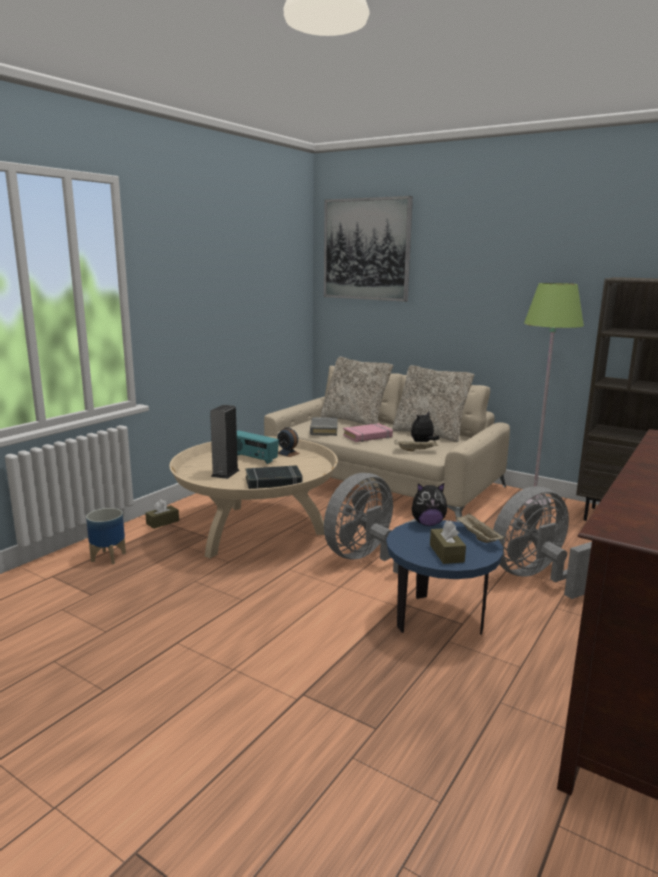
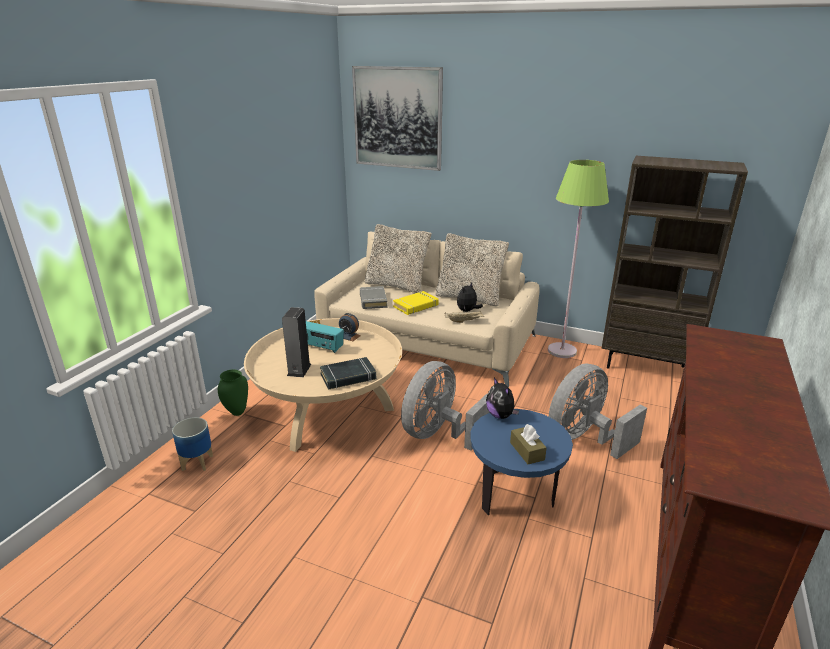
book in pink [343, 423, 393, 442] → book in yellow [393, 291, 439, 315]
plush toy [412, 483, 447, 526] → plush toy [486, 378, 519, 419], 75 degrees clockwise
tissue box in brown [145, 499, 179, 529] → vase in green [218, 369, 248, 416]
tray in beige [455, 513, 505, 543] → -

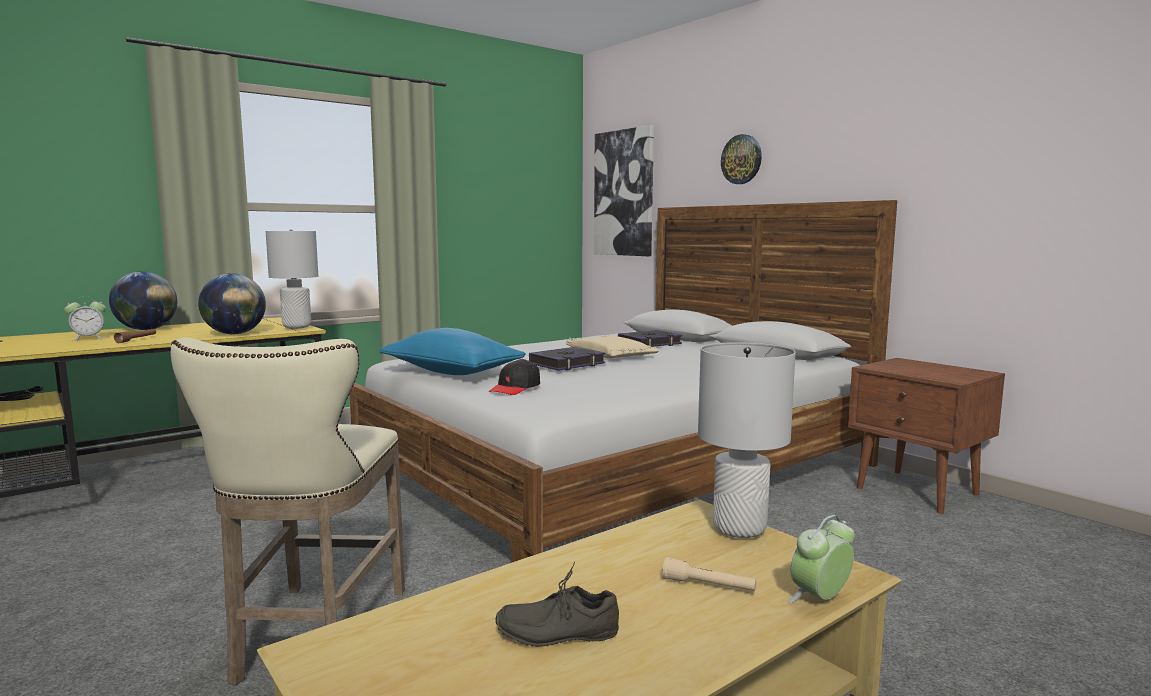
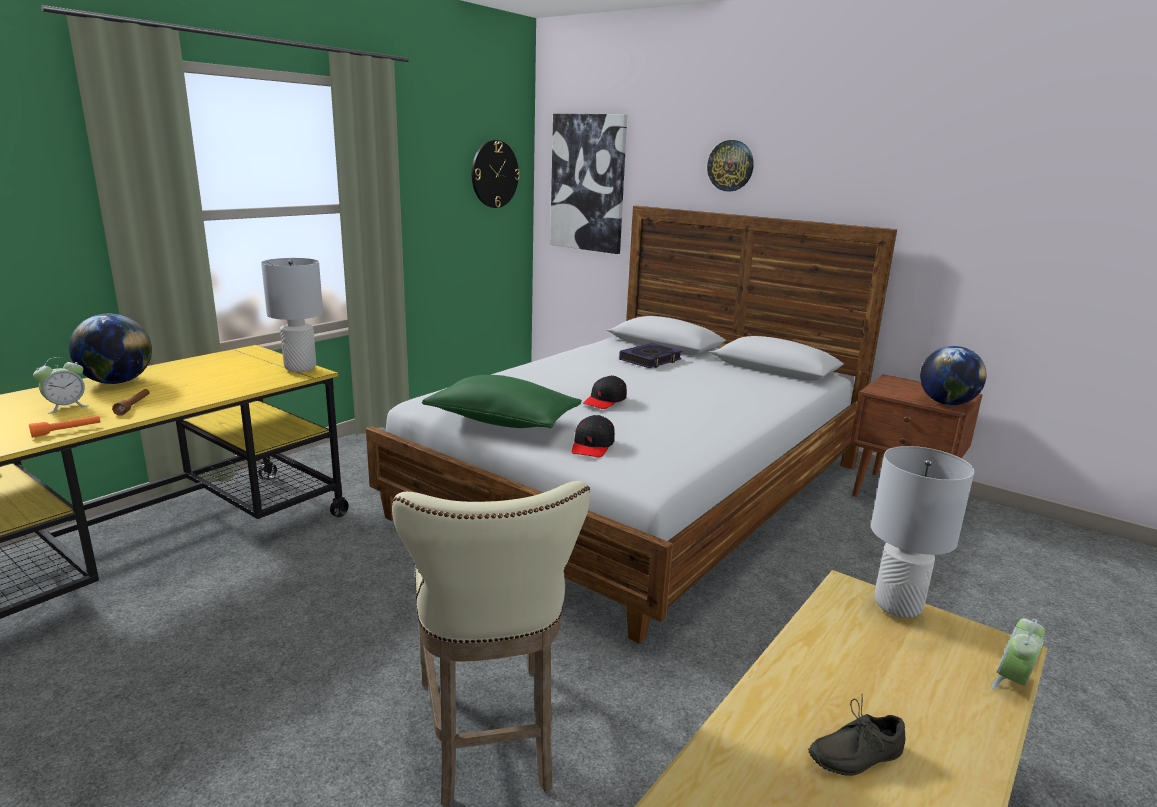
globe [198, 273, 266, 334] → globe [920, 346, 987, 405], moved
pillow in blue [379, 328, 526, 375] → pillow in green [422, 375, 582, 428]
pillow in beige [566, 335, 659, 358] → -
book [529, 347, 605, 371] → cap in black [583, 375, 627, 409]
flashlight in beige [662, 557, 756, 591] → -
- → wall clock [472, 140, 520, 208]
- → flashlight in orange [29, 416, 101, 438]

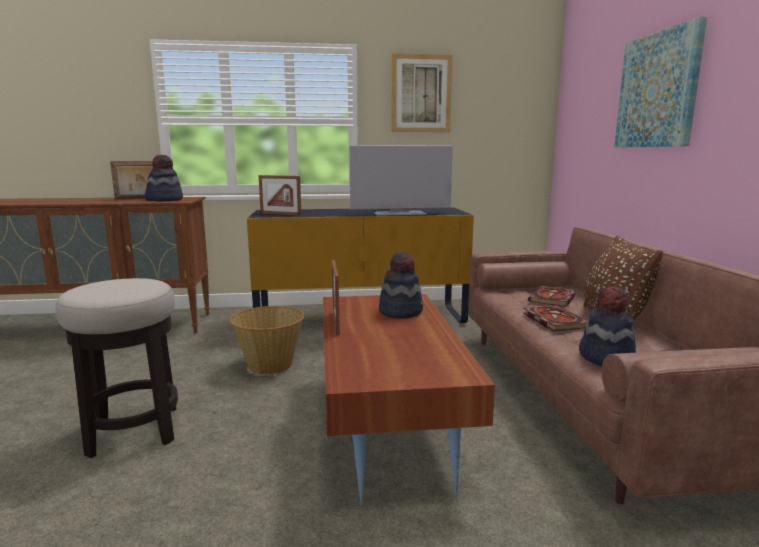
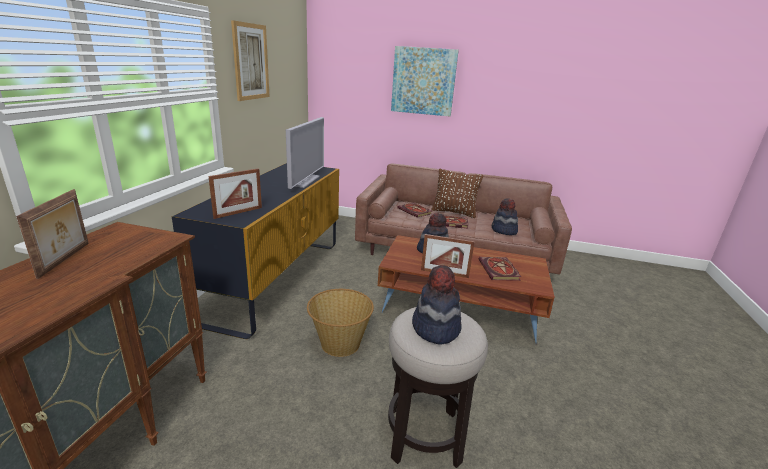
hat [144, 155, 183, 201] → hat [412, 266, 462, 344], moved
- → book [479, 257, 521, 281]

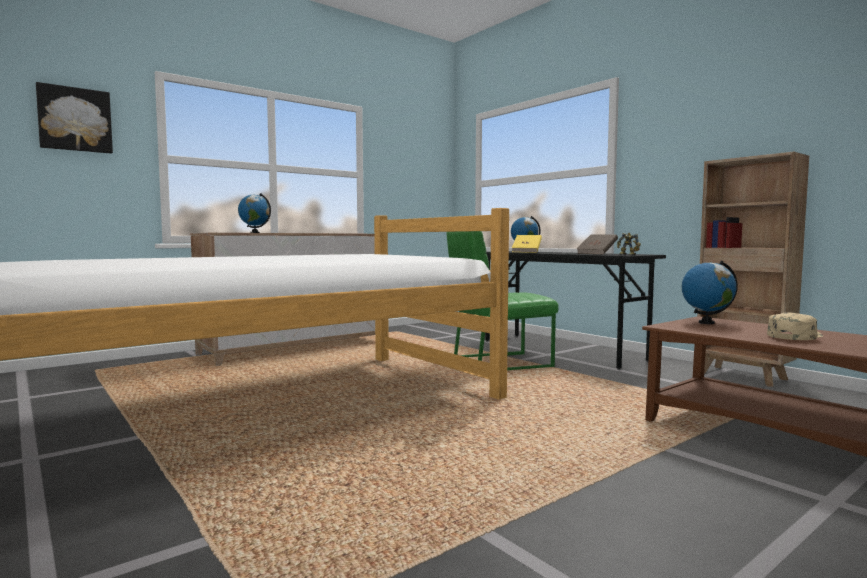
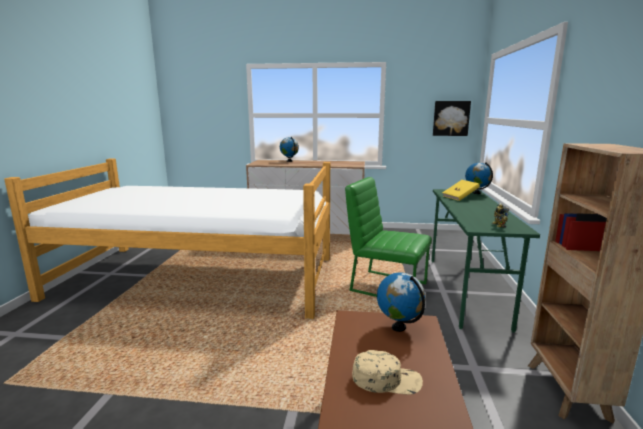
picture [36, 82, 113, 154] → picture [433, 101, 471, 136], moved
book in brown [577, 234, 618, 255] → -
desk in black [485, 251, 666, 370] → desk in green [431, 189, 540, 333]

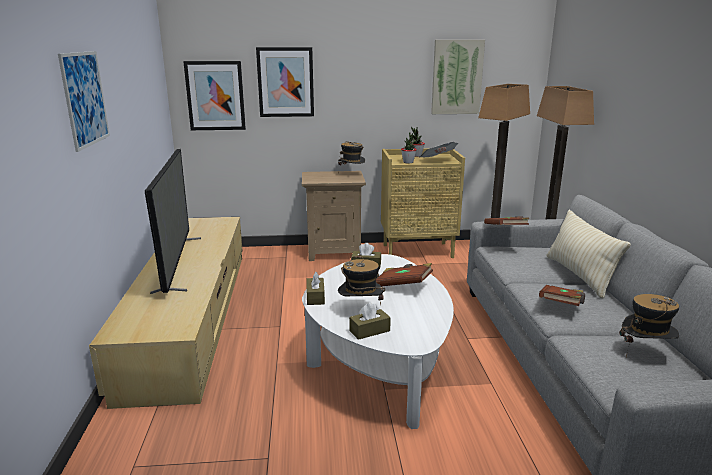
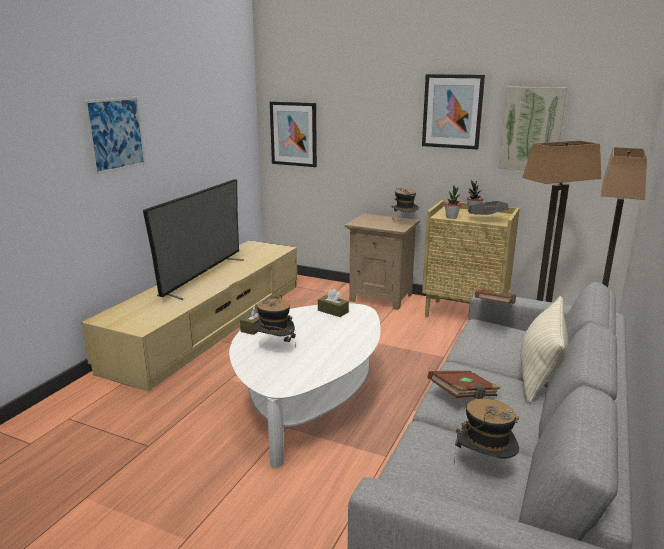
picture [256, 47, 314, 117] → picture [422, 74, 485, 150], moved
book in brown [376, 263, 433, 286] → -
tissue box in brown [349, 302, 391, 340] → -

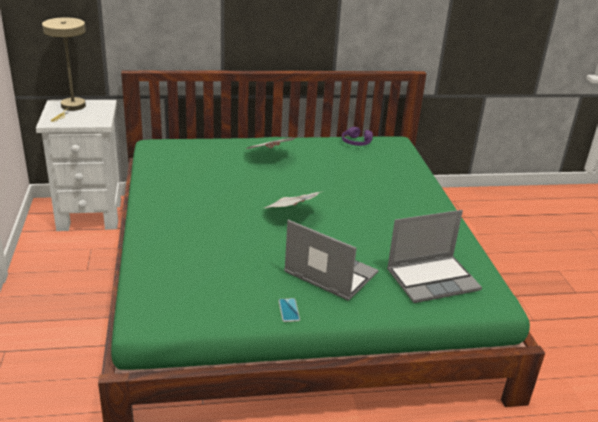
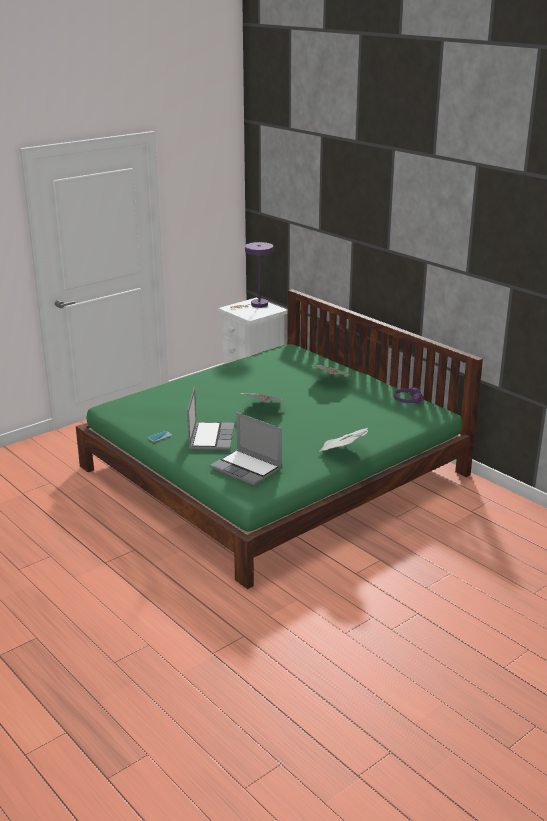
table lamp in beige [42, 17, 86, 122] → table lamp in purple [231, 242, 273, 308]
- → newspaper [320, 428, 368, 451]

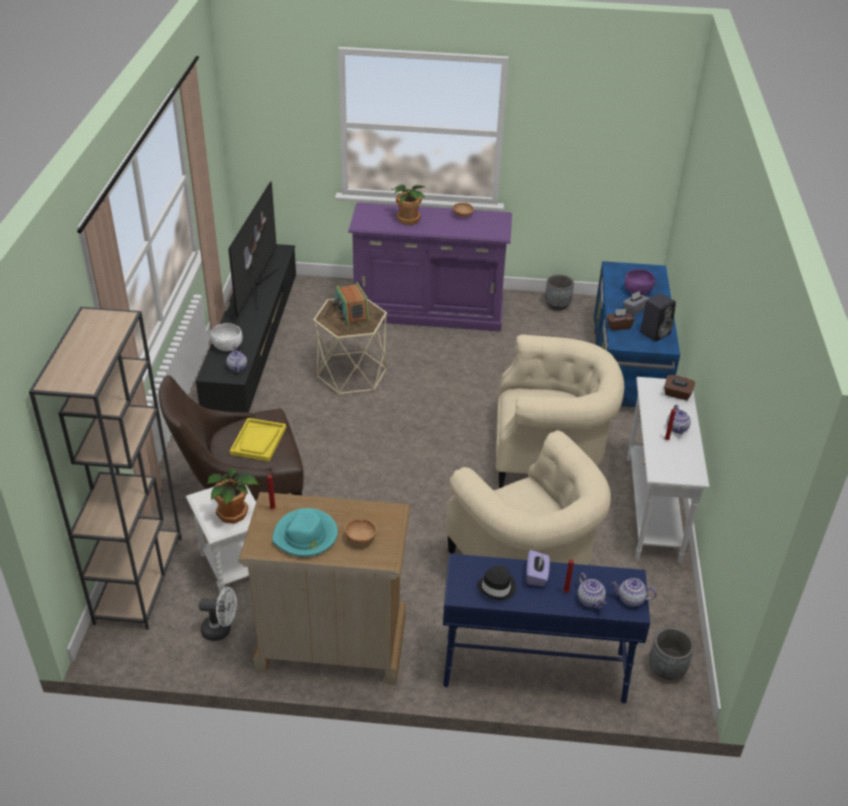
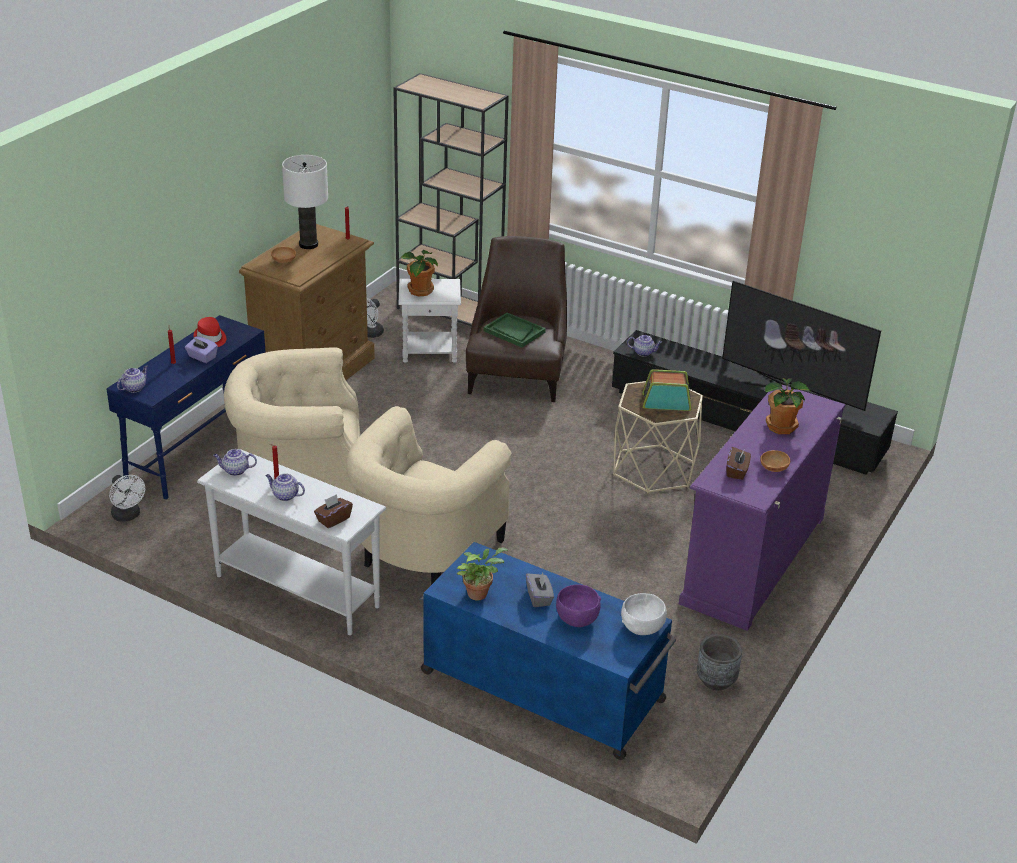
speaker in black [640, 293, 676, 341] → potted plant [457, 547, 508, 601]
tissue box in brown [606, 309, 635, 330] → tissue box in brown [726, 447, 751, 480], moved
bowl in white [211, 323, 243, 351] → bowl in white [621, 593, 667, 635], moved
tray in yellow [230, 418, 286, 461] → tray in green [483, 313, 546, 348]
hat in turquoise [272, 508, 338, 557] → table lamp in white [282, 155, 328, 249]
hat in black [477, 565, 516, 600] → hat in red [193, 317, 226, 347]
teapot [578, 573, 606, 609] → teapot [213, 449, 257, 476], moved
planter in grey [649, 627, 694, 680] → fan in white [109, 475, 145, 522]

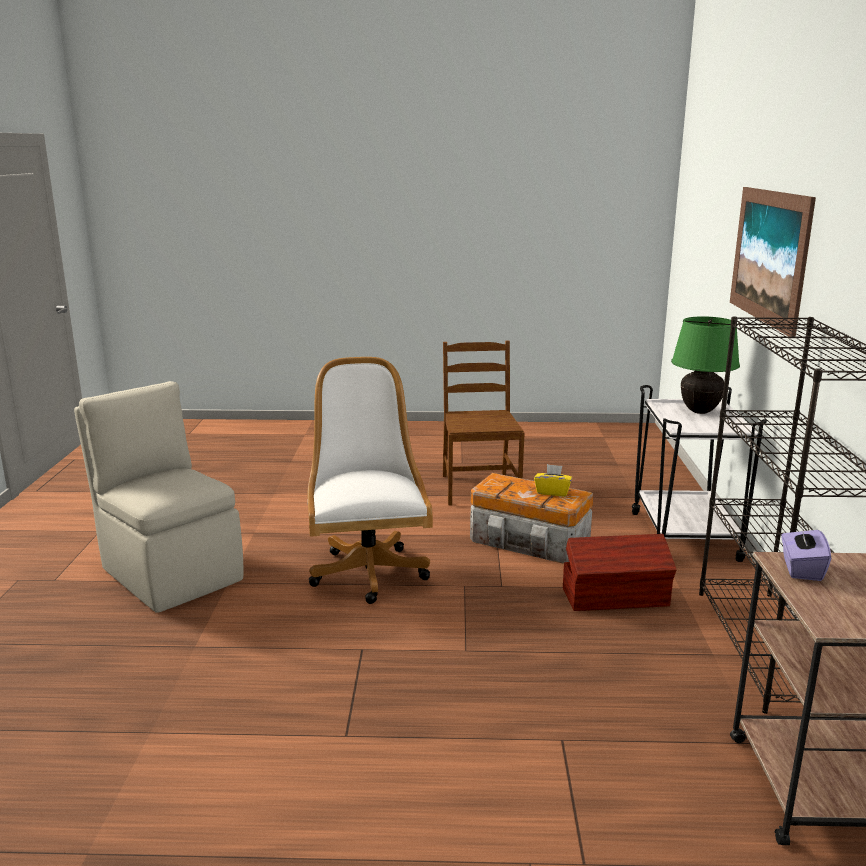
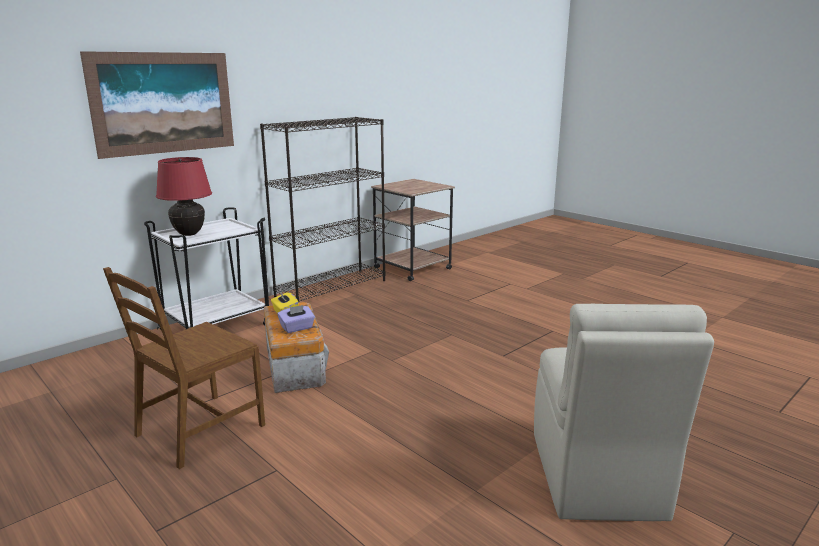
table lamp in green [671, 316, 740, 414] → table lamp in red [156, 157, 212, 236]
office chair in white [308, 357, 433, 604] → -
tissue box in purple [781, 521, 831, 581] → tissue box in purple [277, 305, 315, 333], moved
storage box in brown [563, 534, 677, 611] → -

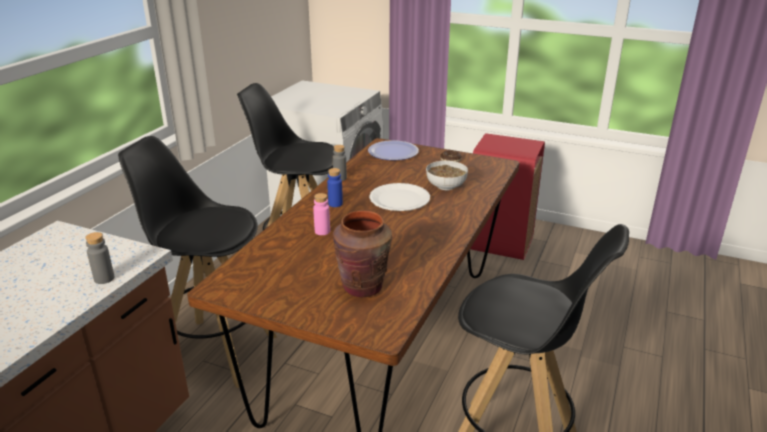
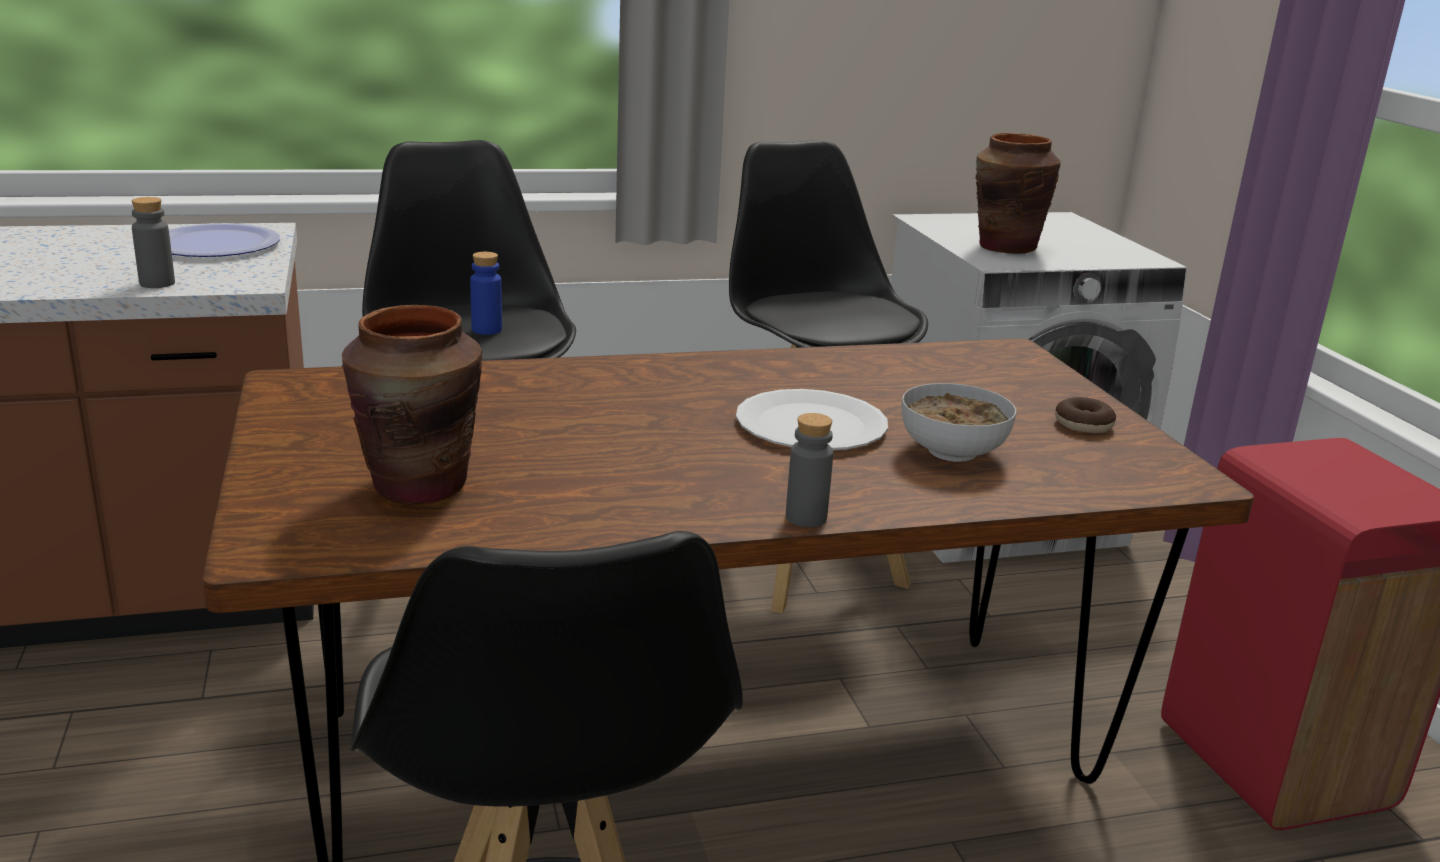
plate [368, 140, 419, 160] → plate [169, 223, 280, 257], moved
bottle in grey [333, 145, 347, 181] → bottle in grey [786, 413, 833, 527], moved
bottle in blue [327, 168, 343, 207] → bottle in blue [470, 252, 502, 335], moved
bottle in pink [313, 193, 330, 235] → -
- → vase in brown [975, 133, 1061, 254]

